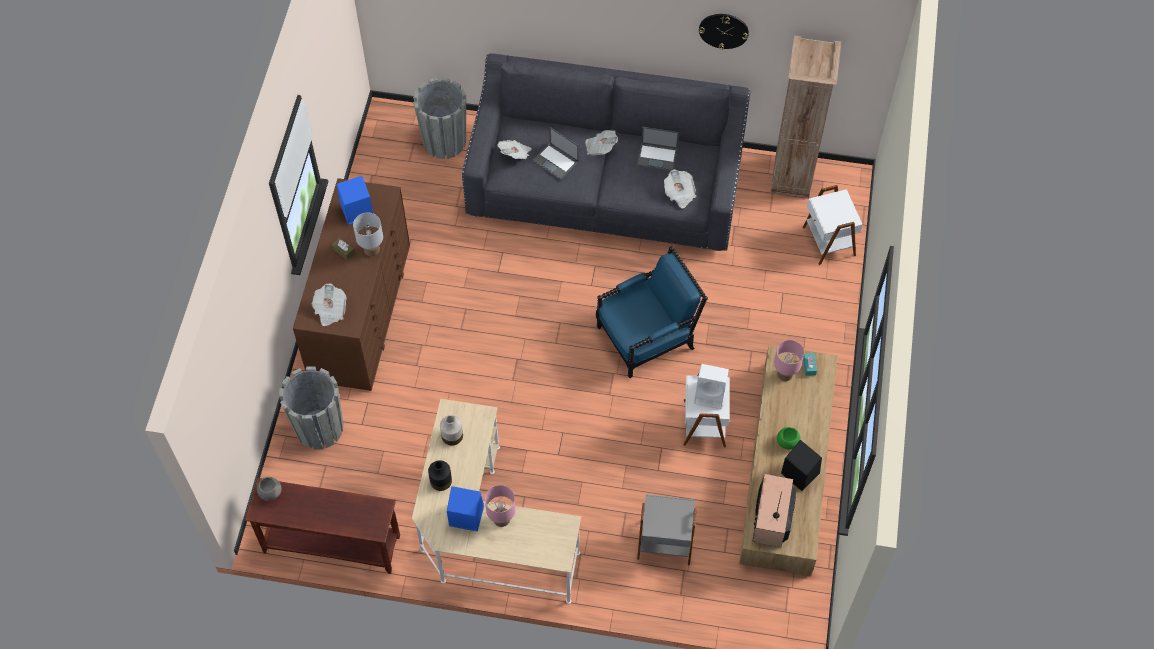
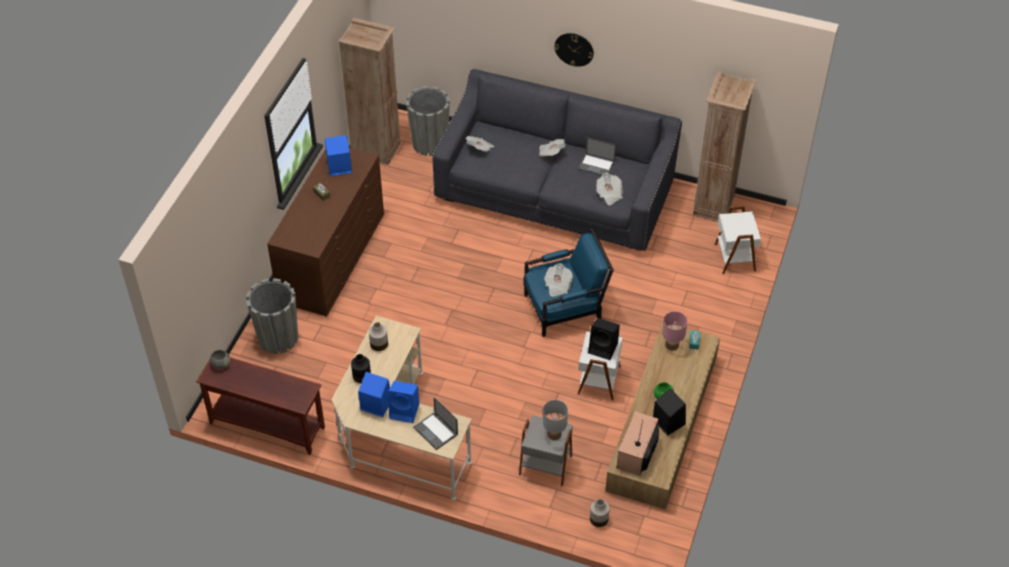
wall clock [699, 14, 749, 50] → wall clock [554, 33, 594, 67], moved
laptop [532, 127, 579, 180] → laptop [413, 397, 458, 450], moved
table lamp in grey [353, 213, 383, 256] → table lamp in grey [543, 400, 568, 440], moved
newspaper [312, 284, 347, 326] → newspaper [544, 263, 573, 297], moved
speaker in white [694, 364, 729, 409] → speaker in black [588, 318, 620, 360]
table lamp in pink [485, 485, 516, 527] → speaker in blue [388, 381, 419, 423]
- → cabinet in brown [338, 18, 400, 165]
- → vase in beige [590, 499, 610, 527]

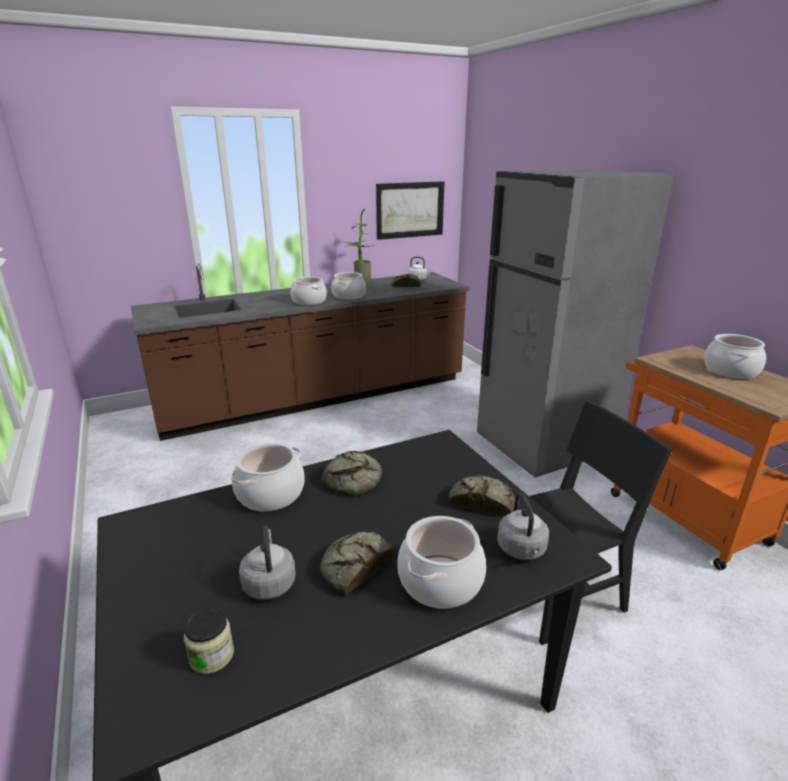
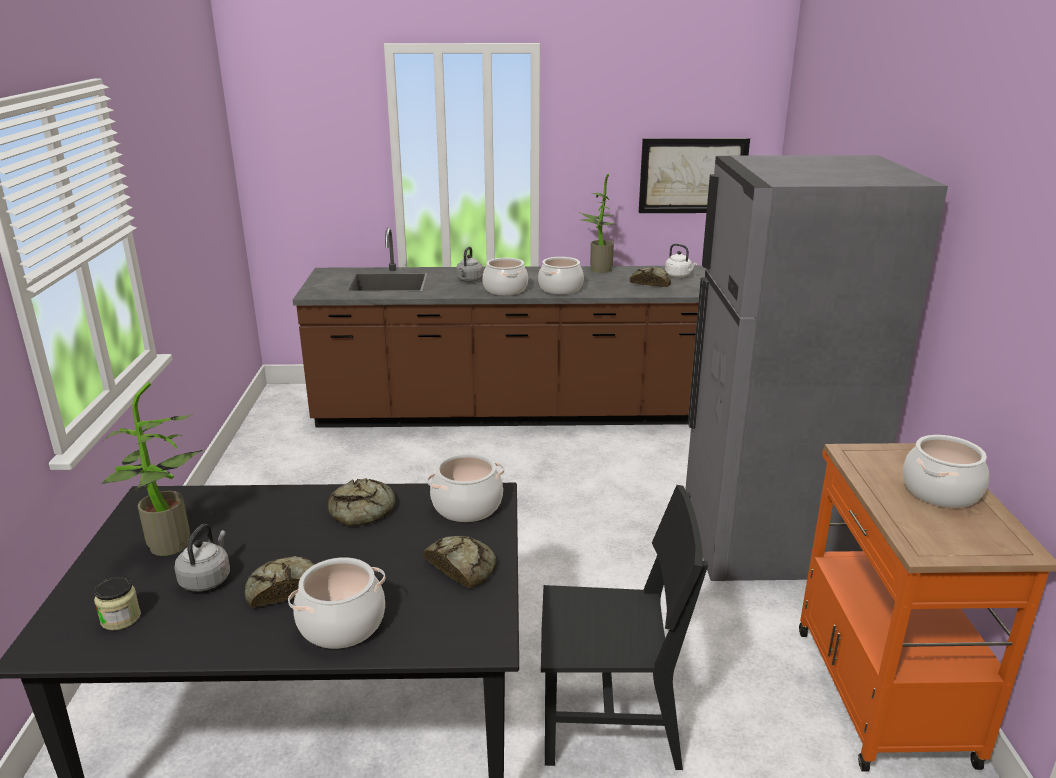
cooking pot [231, 443, 305, 512] → cooking pot [427, 453, 504, 522], moved
kettle in grey [497, 493, 549, 560] → kettle in grey [456, 247, 483, 282], moved
- → potted plant [100, 382, 203, 556]

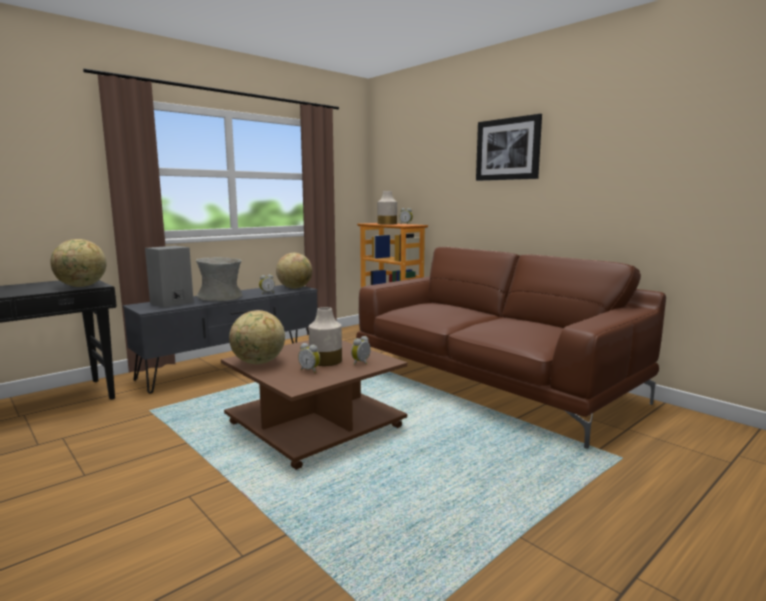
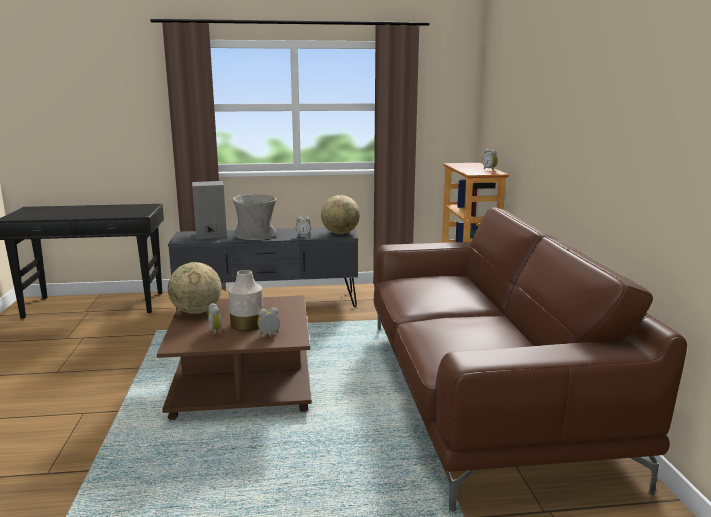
picture [476, 114, 542, 181] → -
vase in beige [378, 191, 397, 225] → -
globe [50, 239, 107, 287] → -

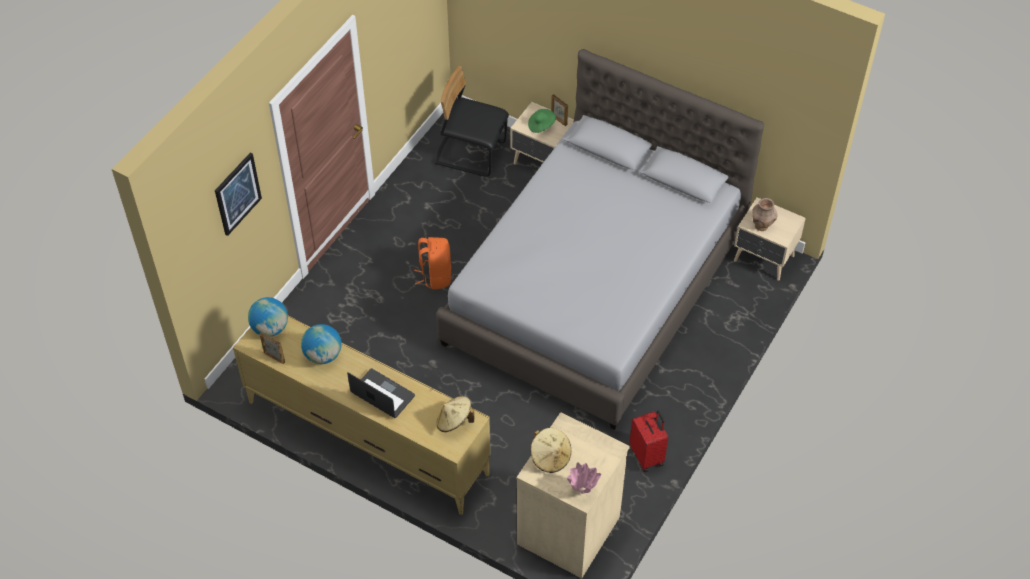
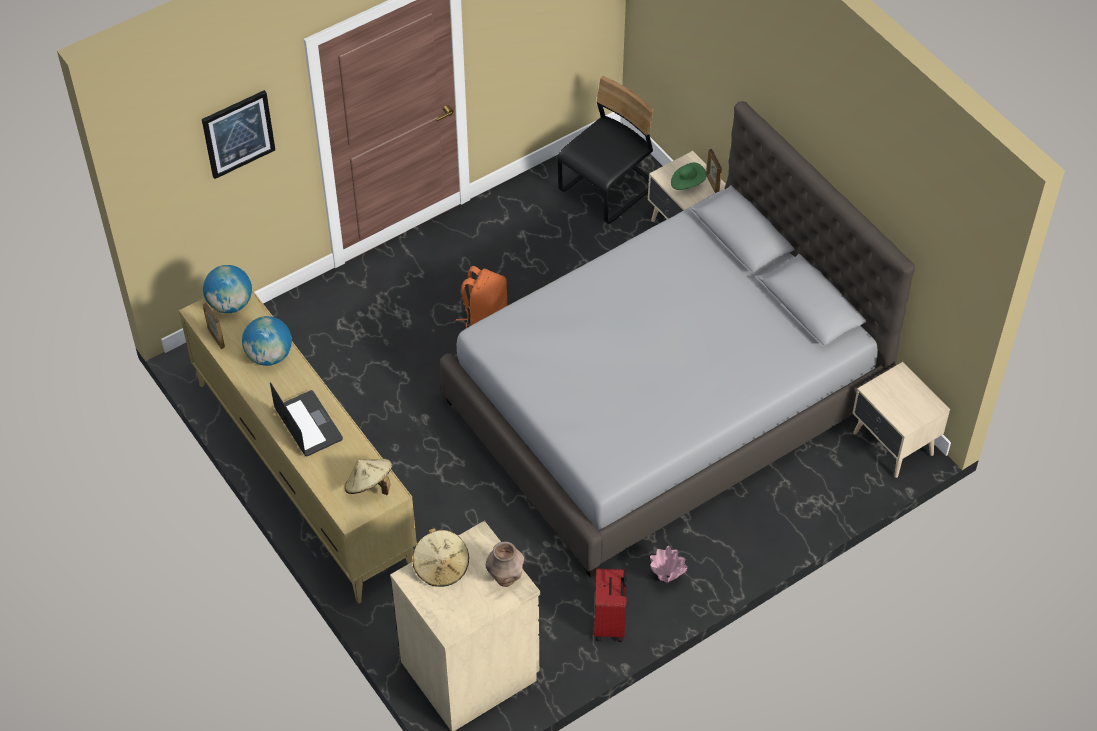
chair in black [435, 66, 509, 177] → chair in black [557, 76, 653, 224], 90 degrees clockwise
vase in brown [752, 198, 778, 231] → vase in brown [486, 542, 524, 587], moved
vase in pink [567, 462, 601, 494] → vase in pink [650, 546, 688, 582], moved

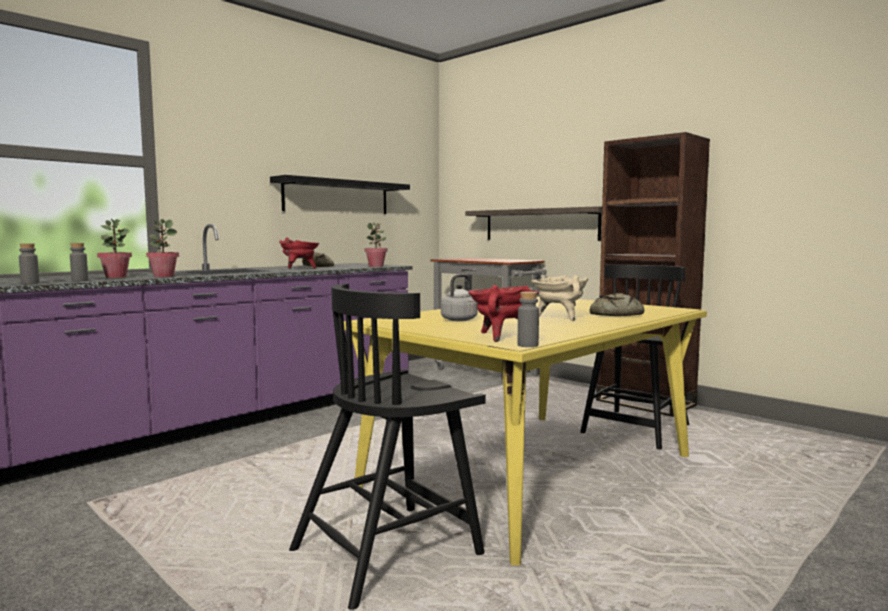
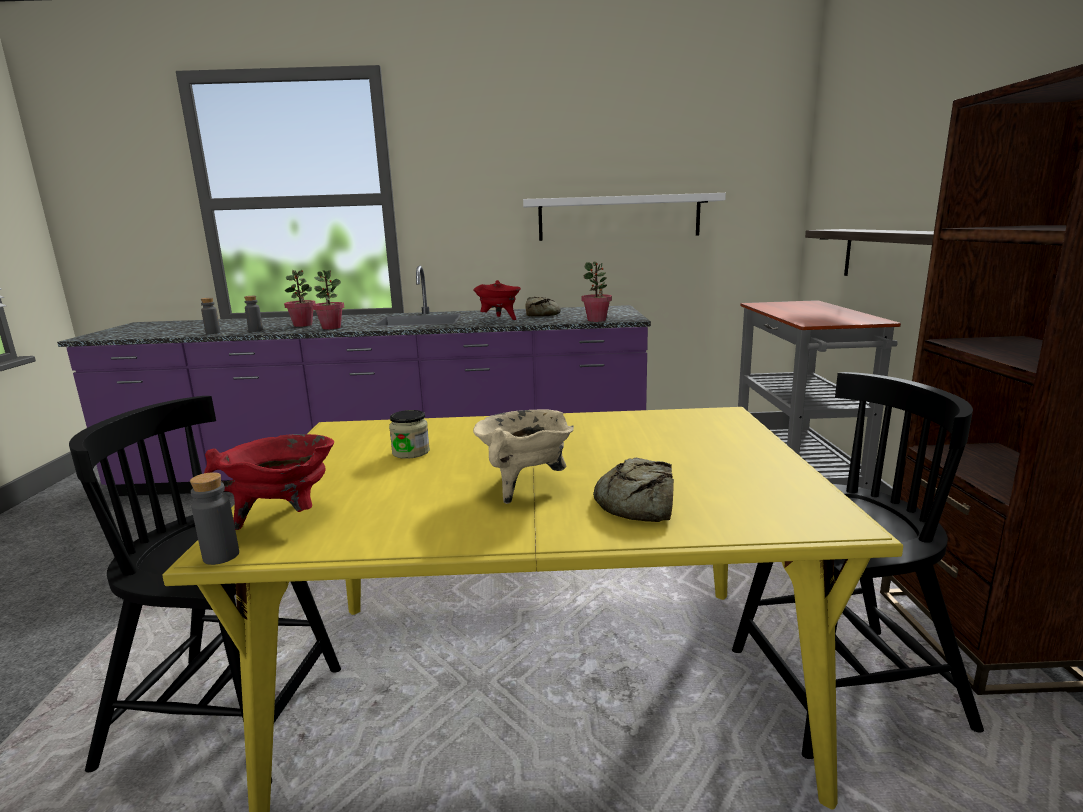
shelf in black [270, 175, 410, 214] → shelf in white [523, 193, 726, 241]
kettle in grey [441, 274, 478, 321] → jar [389, 410, 430, 459]

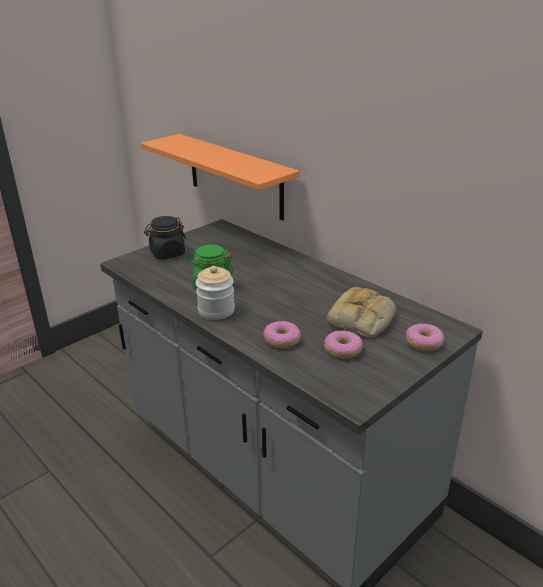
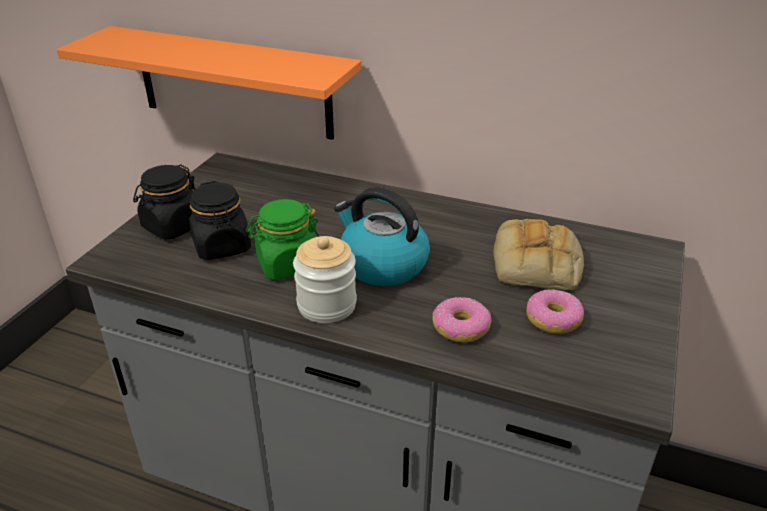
donut [406, 324, 444, 351] → -
- → jar in black [189, 181, 251, 260]
- → kettle [334, 187, 430, 286]

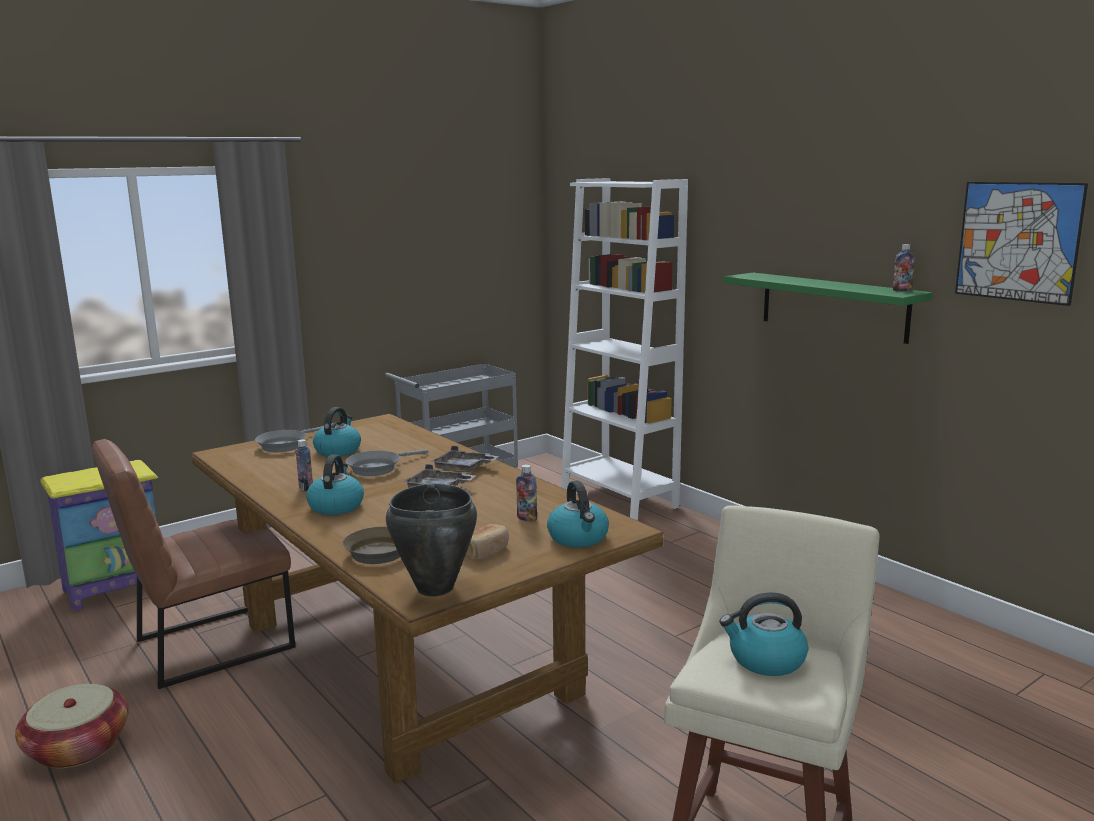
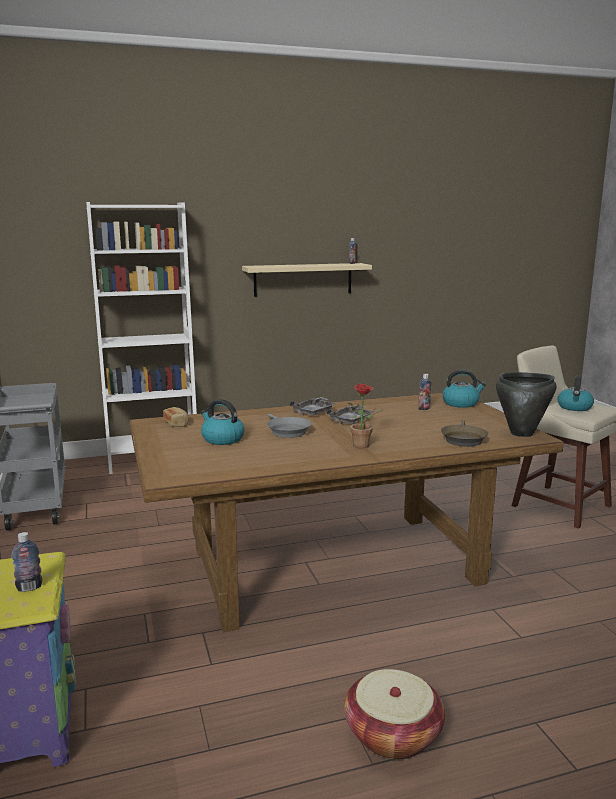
picture [955, 182, 1088, 306] → -
shelf in green [724, 273, 933, 344] → shelf in beige [242, 263, 372, 297]
frying pan in grey [255, 426, 324, 452] → -
chair in brown [93, 439, 296, 689] → -
bottle [296, 439, 313, 491] → bottle [11, 532, 43, 592], moved
kettle [306, 455, 364, 515] → potted plant [348, 384, 385, 448]
bread [466, 524, 509, 560] → bread [163, 407, 189, 427], moved

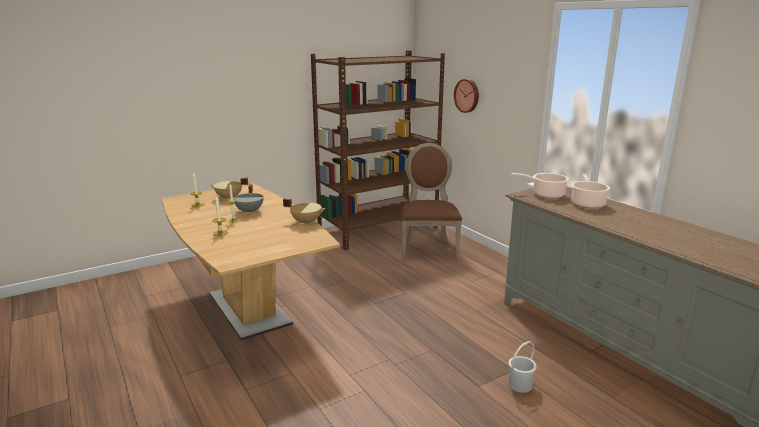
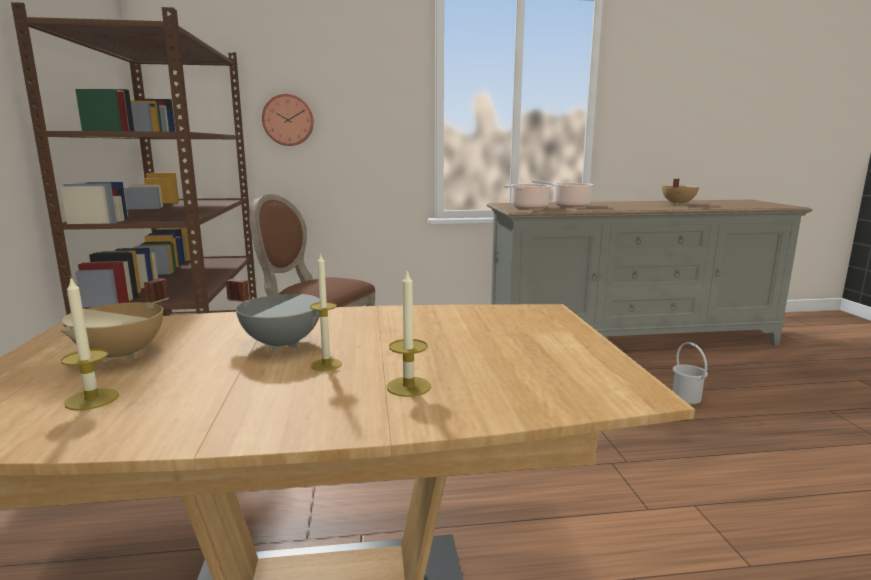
cooking pot in beige [283, 198, 325, 225] → cooking pot in beige [662, 178, 699, 205], moved

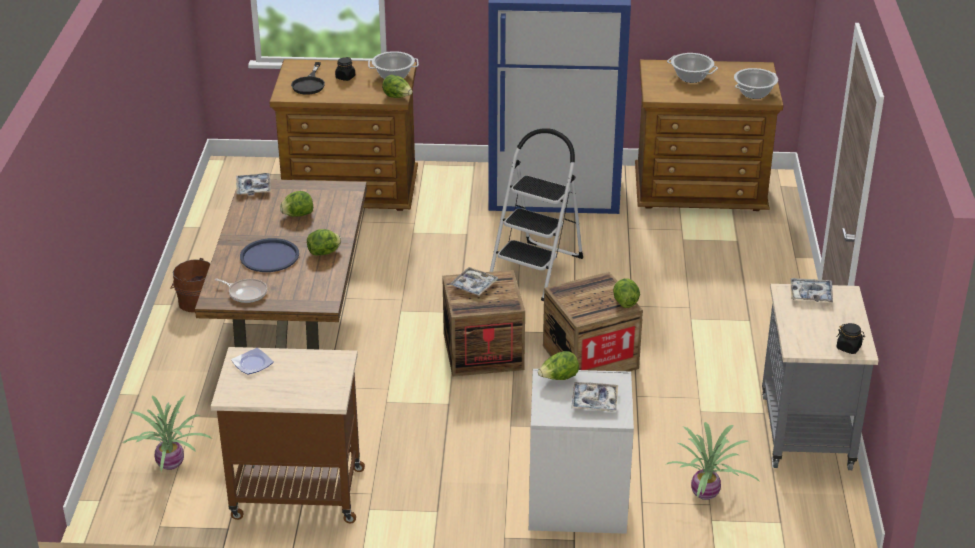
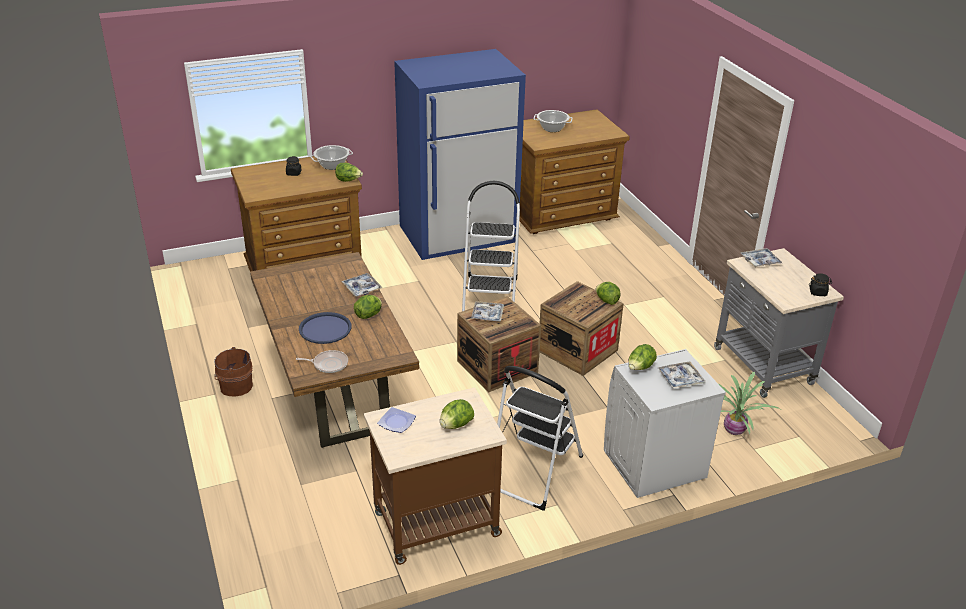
frying pan in black [291, 62, 325, 95] → -
cooking pot [734, 68, 778, 99] → -
tray [236, 173, 271, 195] → tray [341, 273, 383, 297], moved
lettuce [280, 191, 313, 217] → lettuce [440, 399, 474, 429], moved
potted plant [122, 396, 212, 472] → -
- → step ladder [497, 366, 583, 511]

